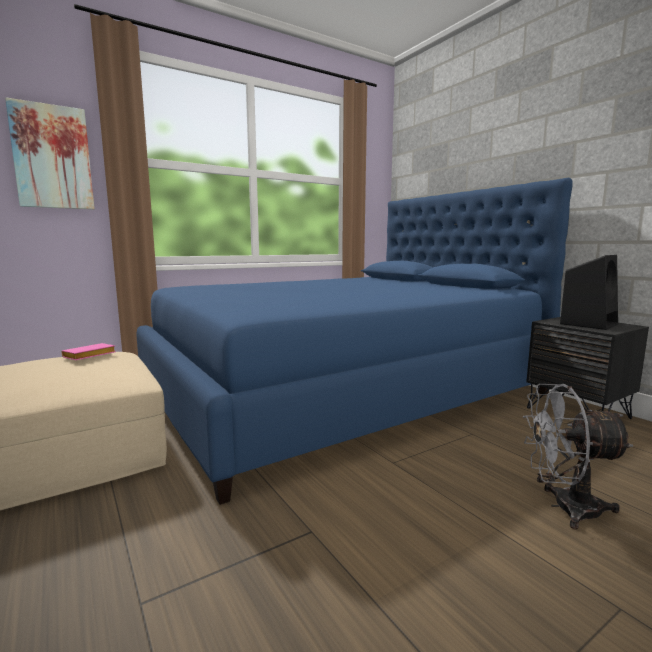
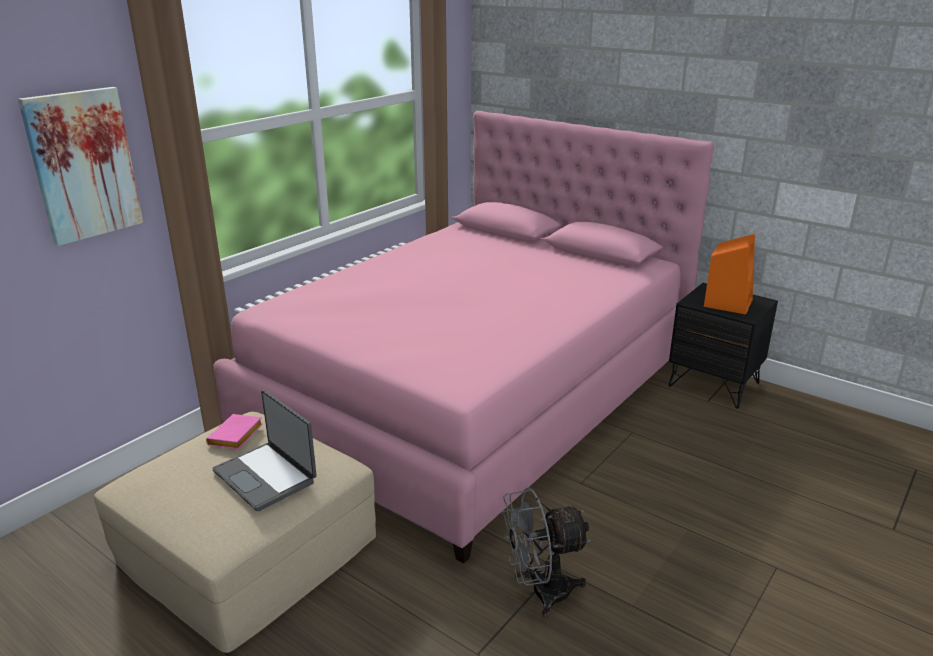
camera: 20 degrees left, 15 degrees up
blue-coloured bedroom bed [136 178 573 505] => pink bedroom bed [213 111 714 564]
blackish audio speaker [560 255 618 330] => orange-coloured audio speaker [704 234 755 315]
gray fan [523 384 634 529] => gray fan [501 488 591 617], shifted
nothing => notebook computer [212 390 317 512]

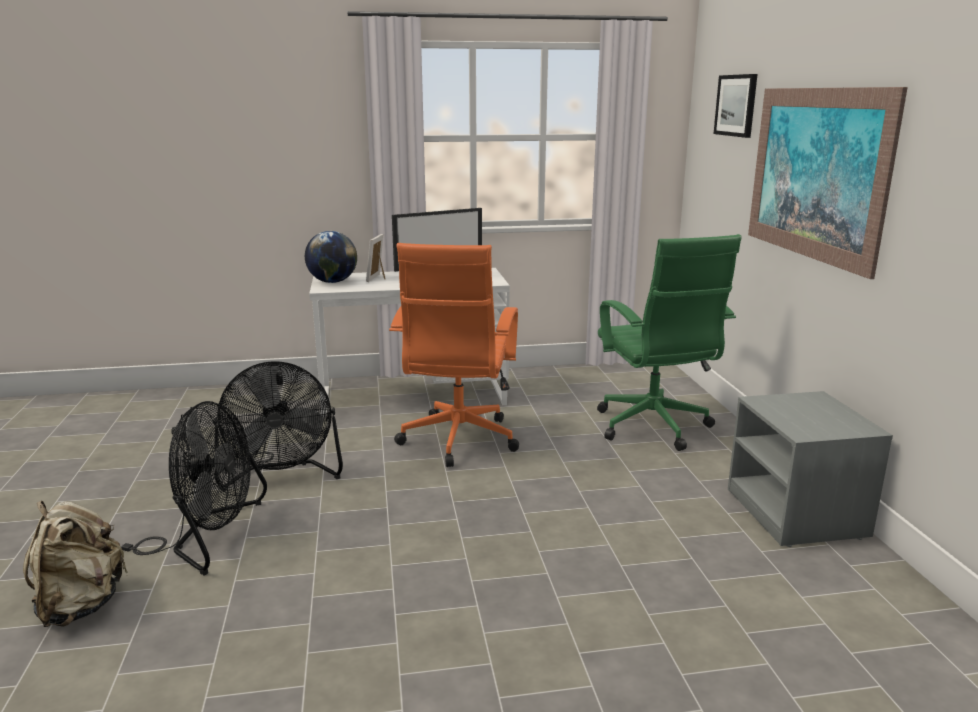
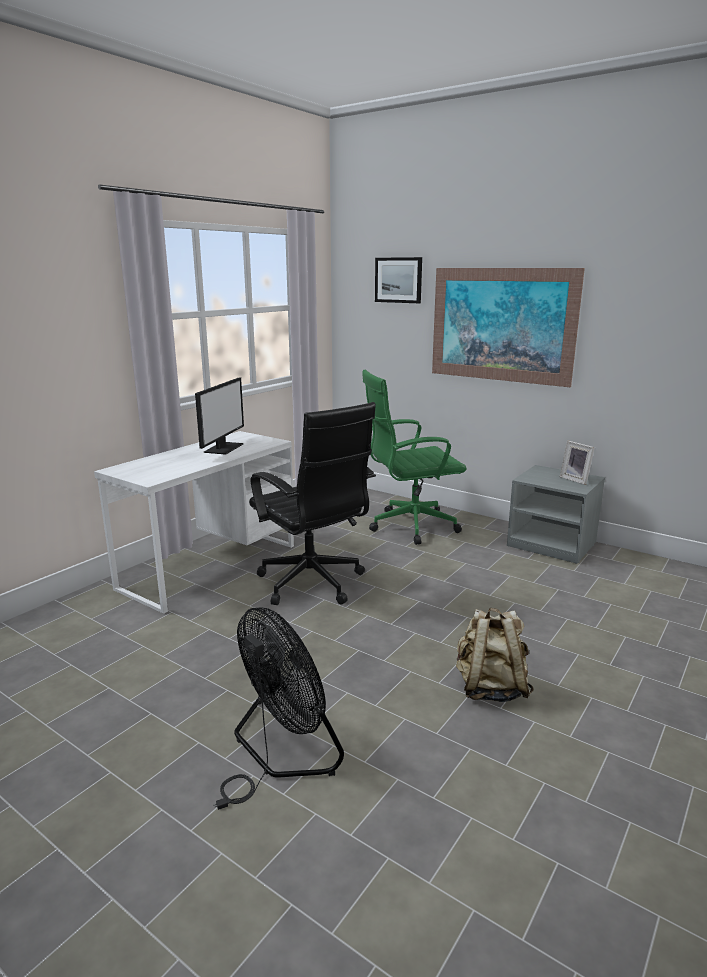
camera: 45 degrees left, 0 degrees up
globe [305 231 357 283] => nothing
standing frame [366 234 385 282] => standing frame [559 441 595 485], shifted
greenish computer chair [597 234 742 451] => greenish computer chair [362 370 467 545], 135 degrees clockwise
orange-coloured computer chair [389 243 519 467] => blackish computer chair [249 402 376 605]
blackish fan [214 361 343 492] => nothing
beige backpack [23 501 128 627] => beige backpack [456 608 534 702], shifted

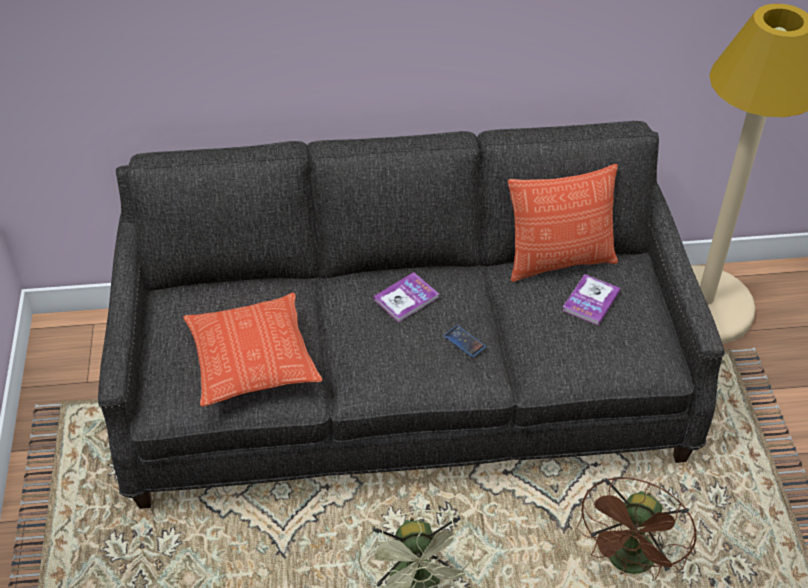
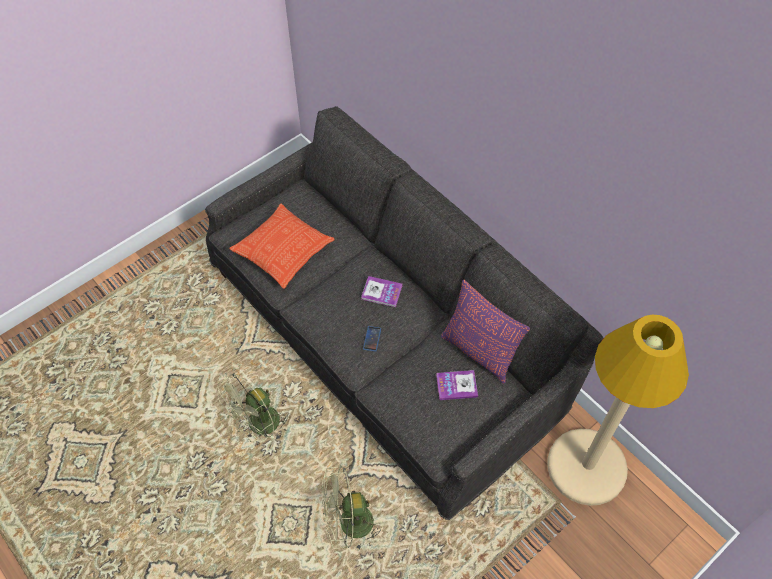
camera: 55 degrees right, 10 degrees up
orange-coloured throw pillow [508 164 618 282] => purple-coloured throw pillow [441 280 530 384]
brown fan [577 477 697 581] => greenish fan [322 466 381 550]

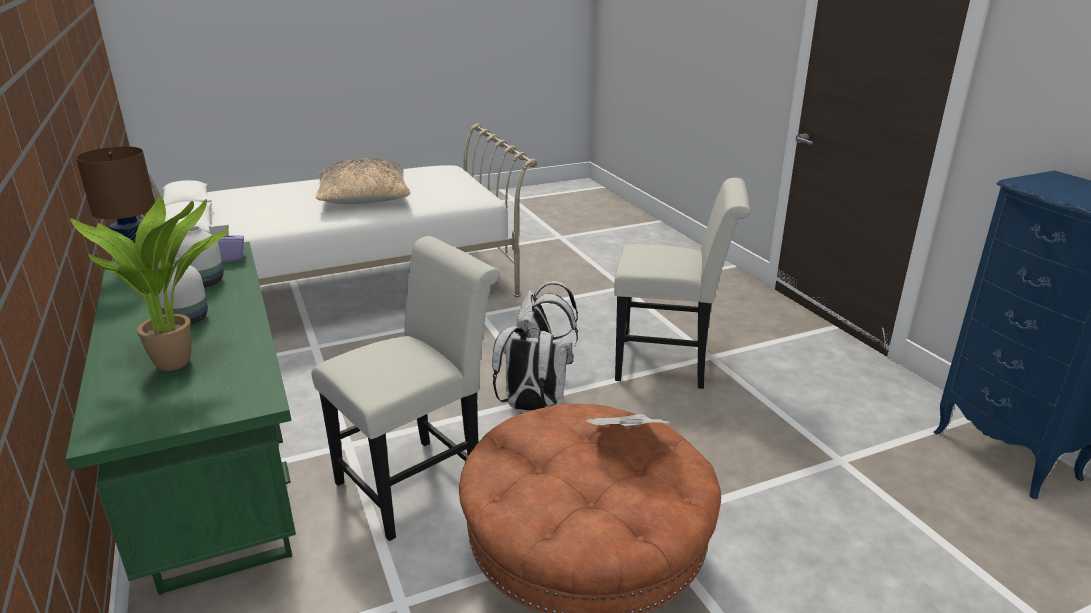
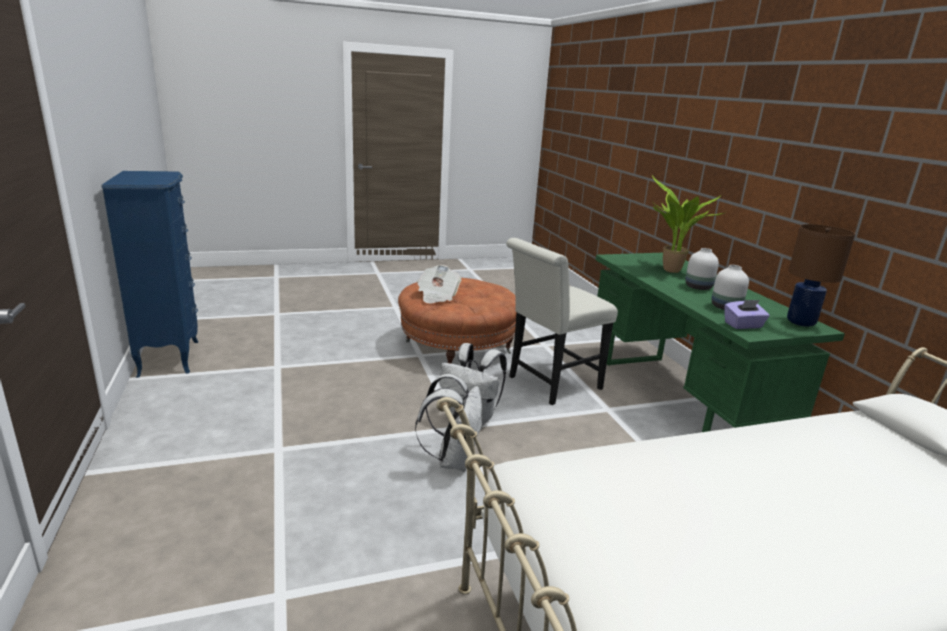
camera: 175 degrees left, 5 degrees down
beige throw pillow [315 158 411 204] => nothing
white-coloured chair [614 178 750 389] => nothing

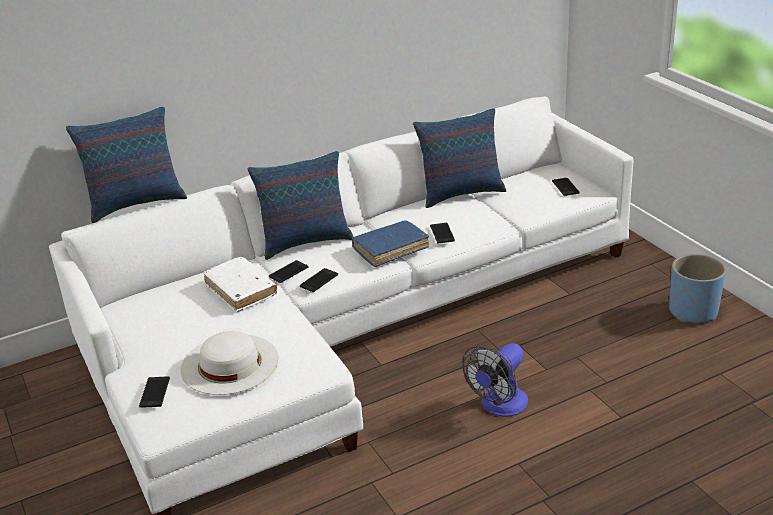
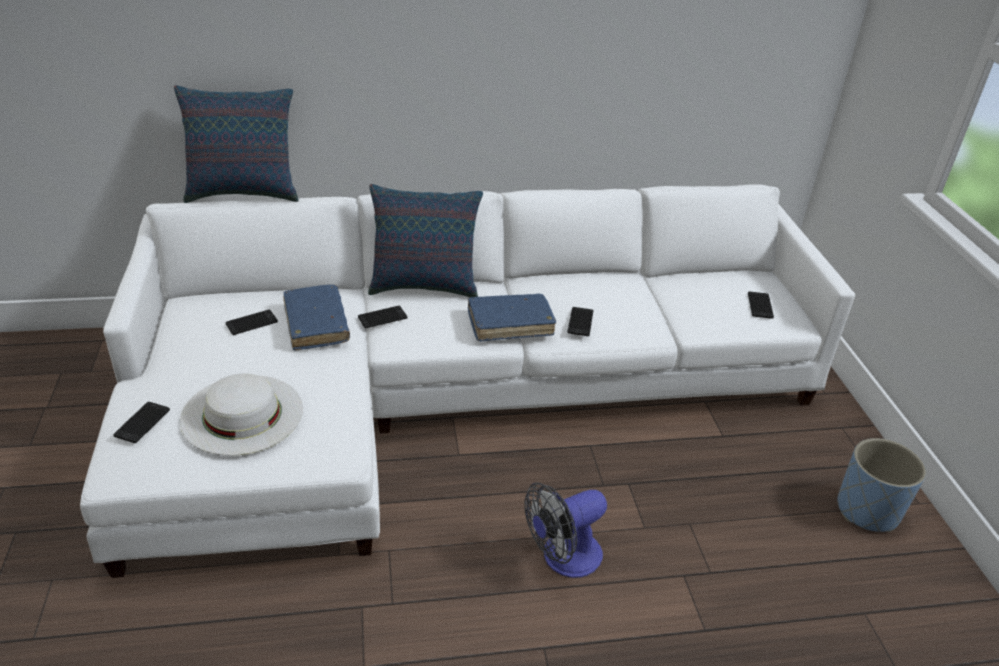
camera: 15 degrees right, 5 degrees up
blue-coloured throw pillow [413 108 506 208] => nothing
white-coloured volume [204 257 277 312] => blue-coloured volume [283 285 350 351]
handset [300 268 338 292] => handset [225 310 278 335], shifted

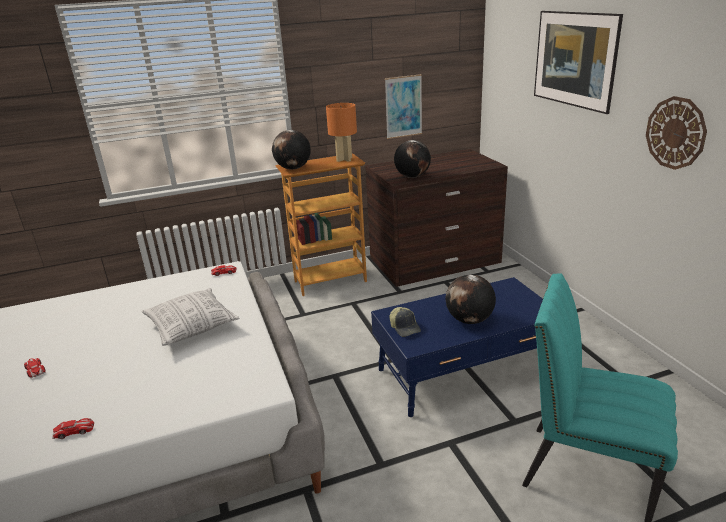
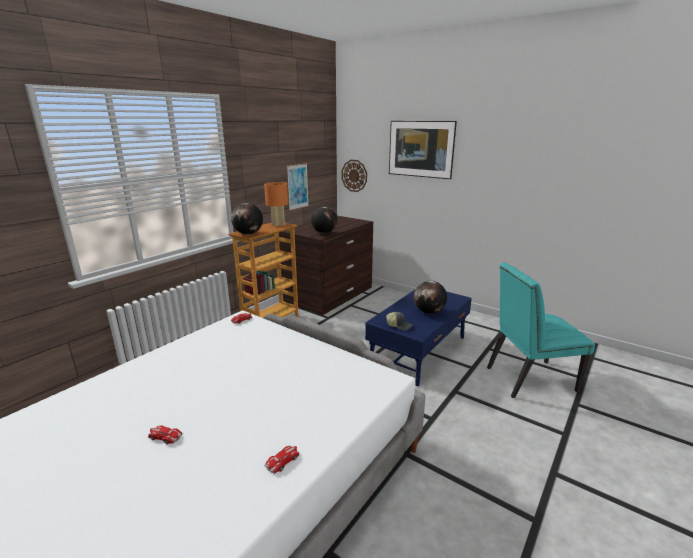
camera: 35 degrees left, 5 degrees down
wall clock [646 96 707 170] => wall clock [341 160 367 192], shifted
throw pillow [142 288 239 346] => nothing

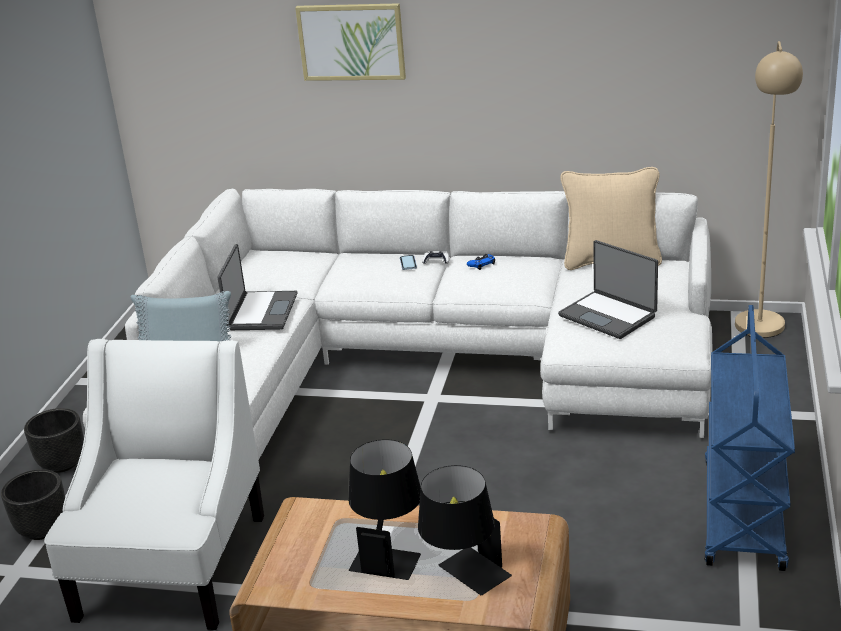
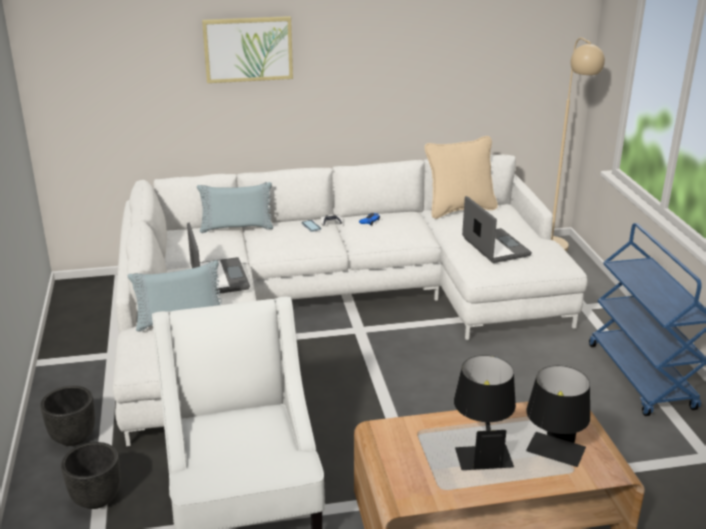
camera: 25 degrees left, 0 degrees up
notebook computer [558 240 658 339] => notebook computer [462 196 532 263], 135 degrees counterclockwise
nothing => blue-coloured throw pillow [197 182 273 233]

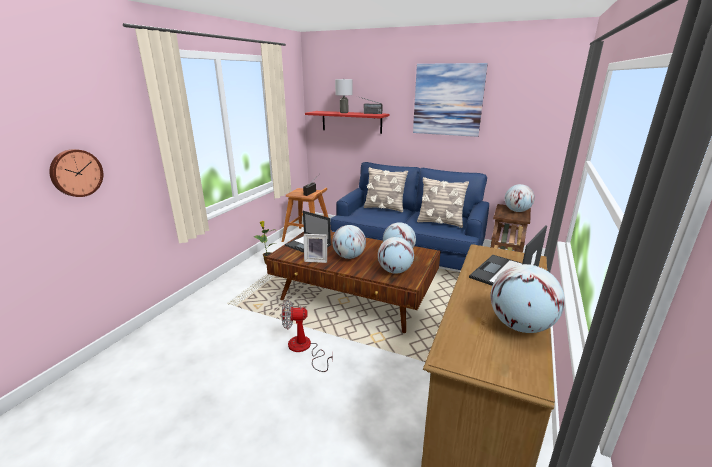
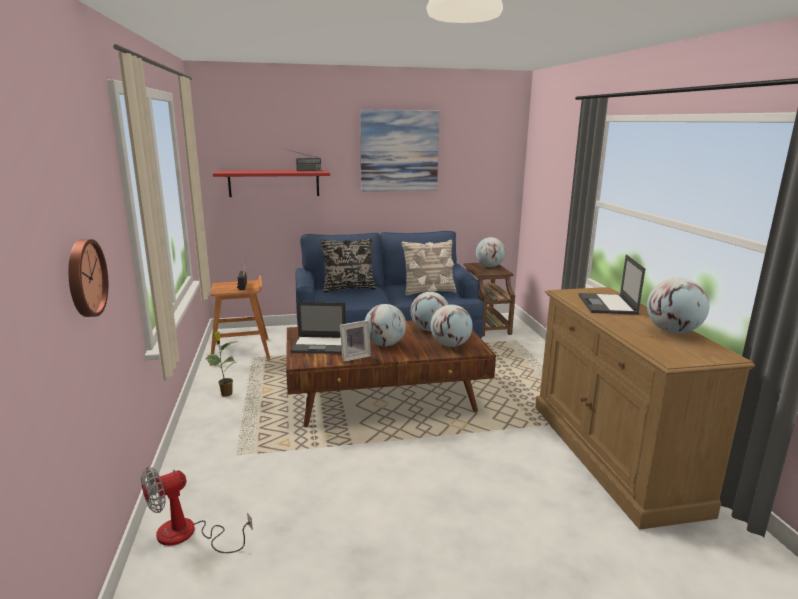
camera: 35 degrees left, 5 degrees down
white-coloured table lamp [335 79 352 113] => nothing
beige throw pillow [364 167 408 213] => blackish throw pillow [320 238 376 293]
fan [282 300 333 372] => fan [141 467 253 553], shifted

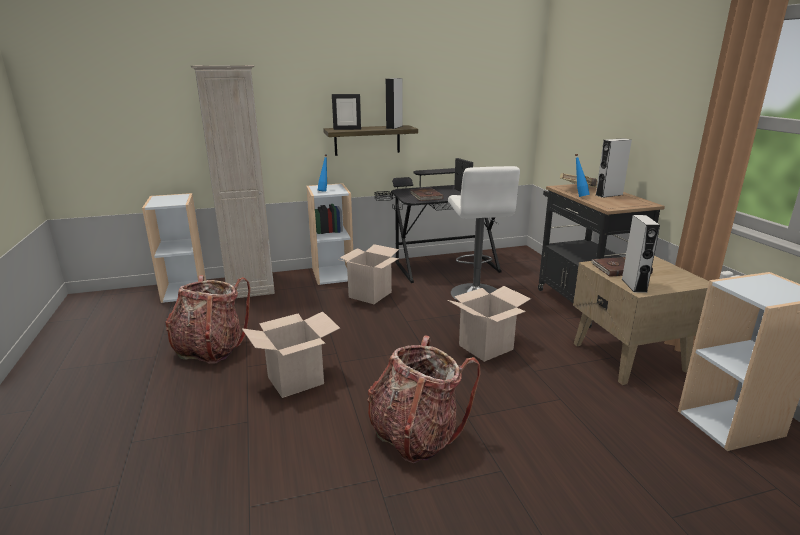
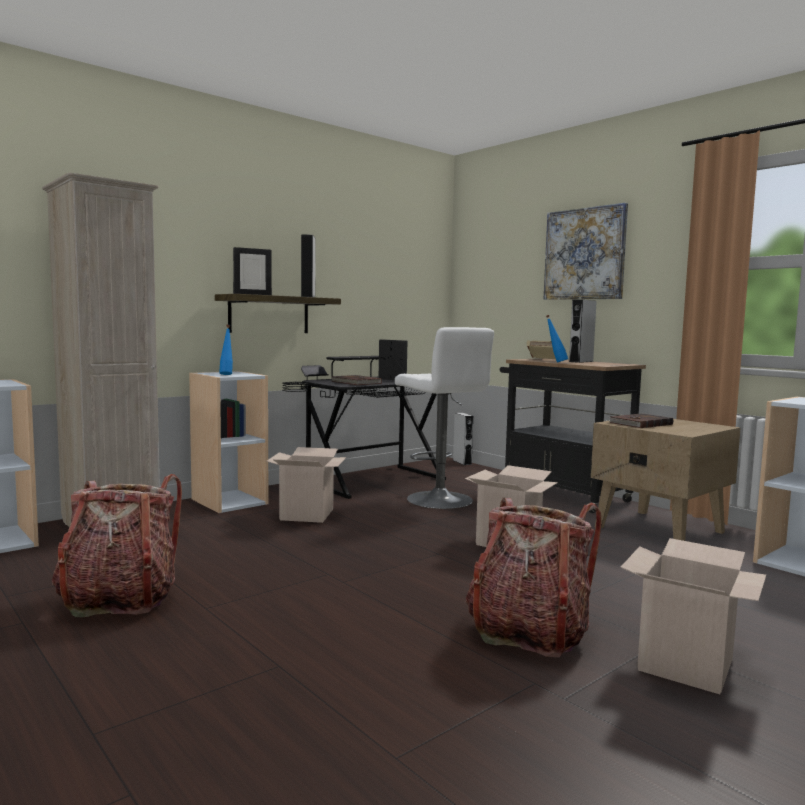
camera: 25 degrees left, 15 degrees down
gray audio speaker [622 215 660 293] => gray audio speaker [453 413 473 465], shifted
packing box [242 312 340 398] => packing box [620 538 766 694], shifted
nothing => wall picture [544 203 628 300]

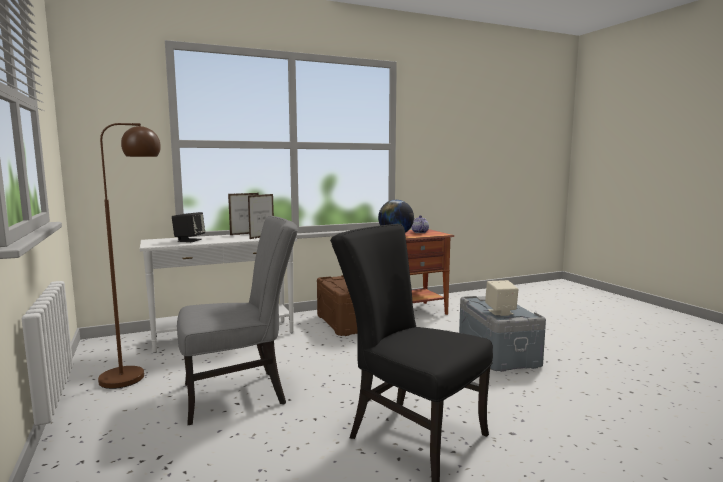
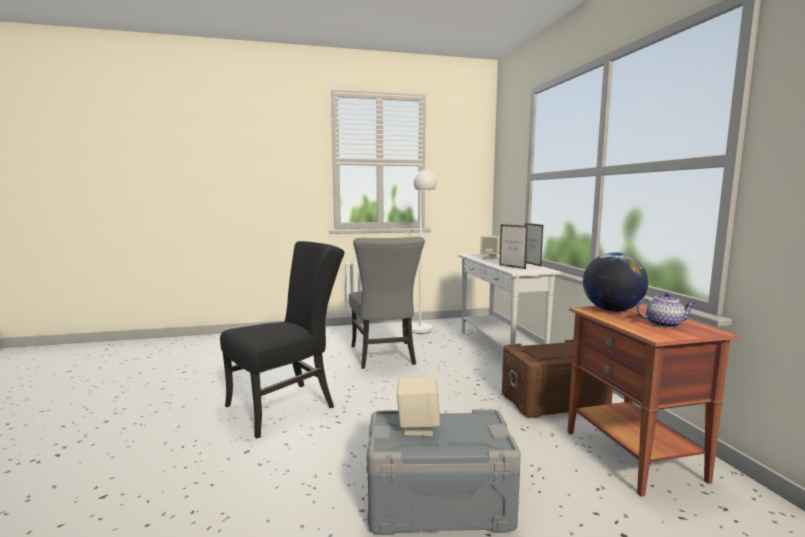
camera: 100 degrees right, 0 degrees up
brown standing lamp [98 123 161 389] => white-coloured standing lamp [412 168 437 334]
blackish audio speaker [172 212 205 242] => beige audio speaker [480 235 500 259]

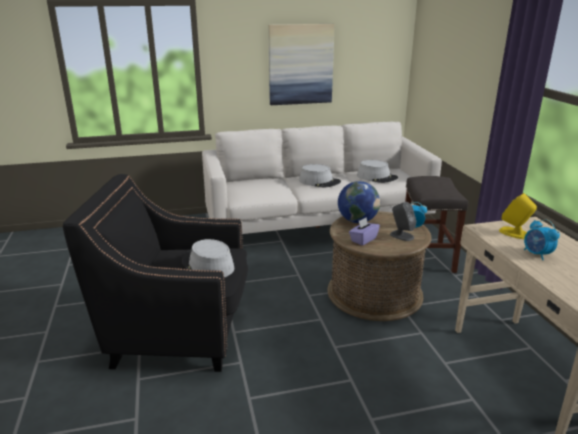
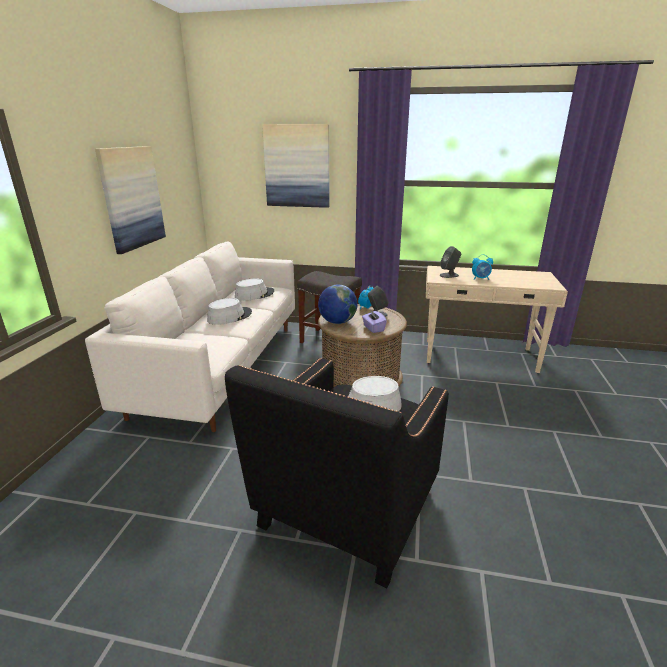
camera: 65 degrees left, 0 degrees up
yellow audio speaker [499 193 537 239] => gray audio speaker [440 246 461 278]
nothing => wall picture [262 124 329 208]

